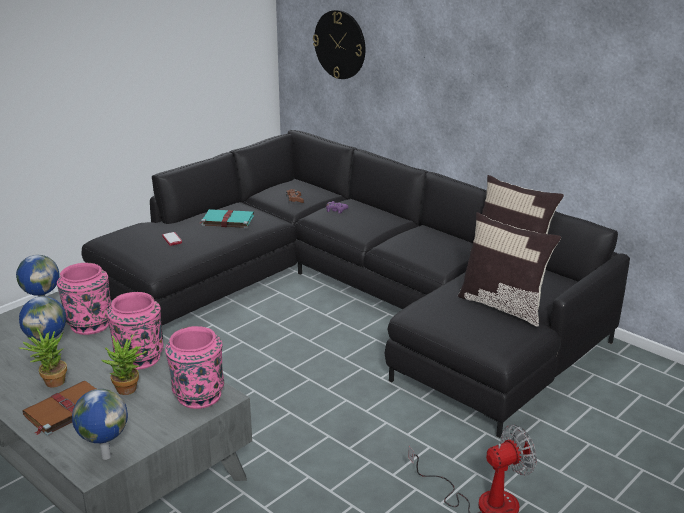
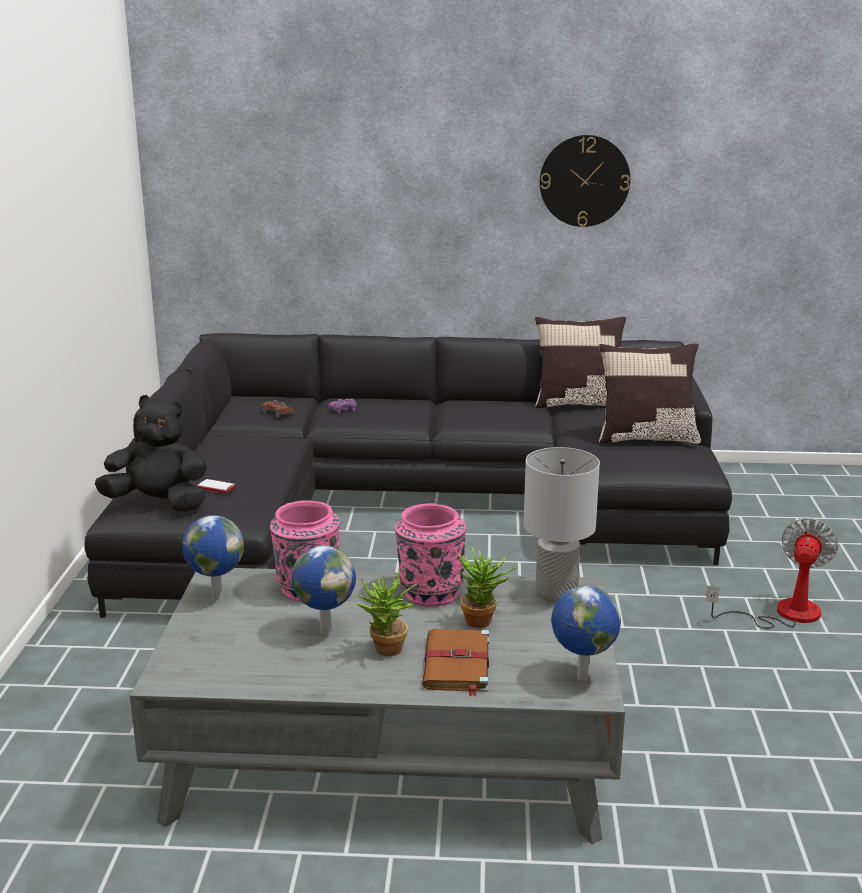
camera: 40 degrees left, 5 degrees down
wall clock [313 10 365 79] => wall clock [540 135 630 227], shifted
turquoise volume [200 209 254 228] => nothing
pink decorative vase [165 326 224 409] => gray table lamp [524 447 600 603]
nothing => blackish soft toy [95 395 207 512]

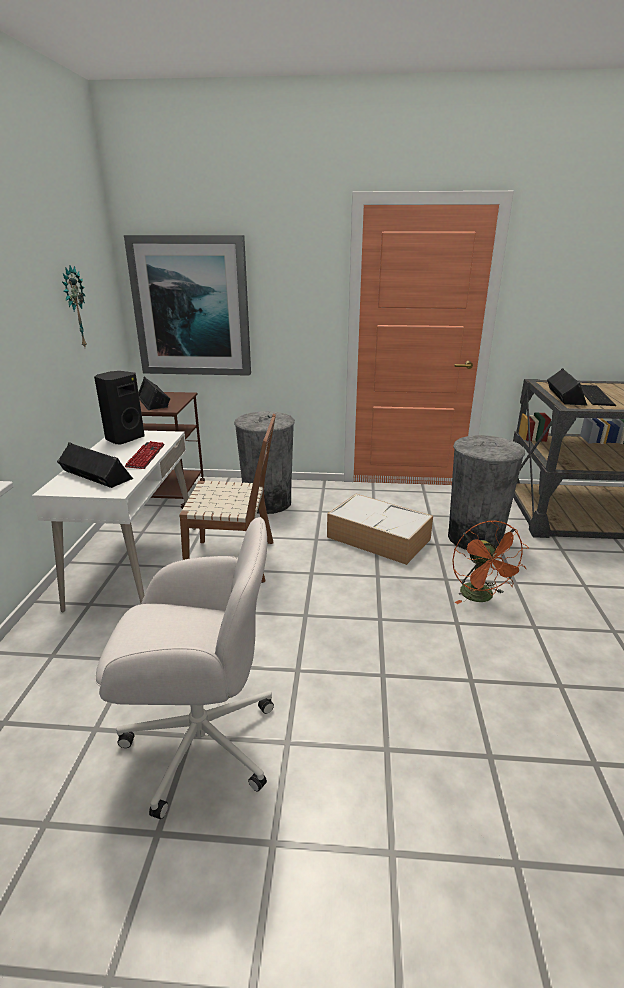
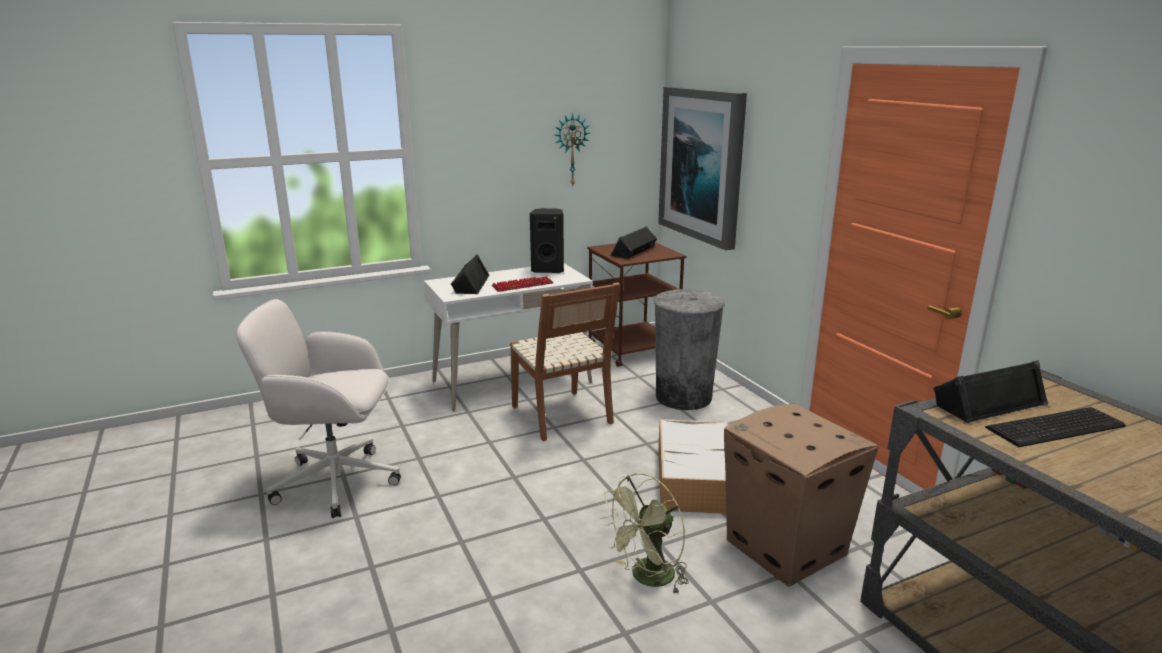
camera: 60 degrees right, 5 degrees down
gray rubbish bin [448 435 525 550] => packing box [724 404 879 586]
white-coloured computer chair [95 517 274 819] => white-coloured computer chair [236 299 401 518], 120 degrees clockwise
orange-coloured fan [452 520 529 604] => greenish fan [600 473 689 594]

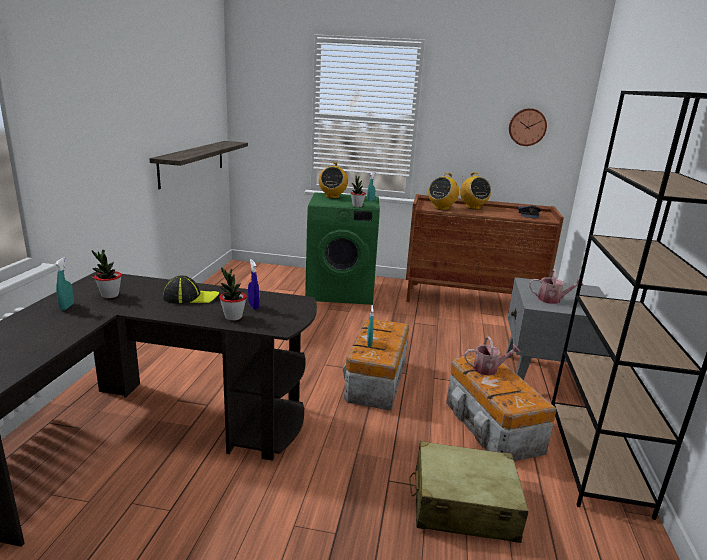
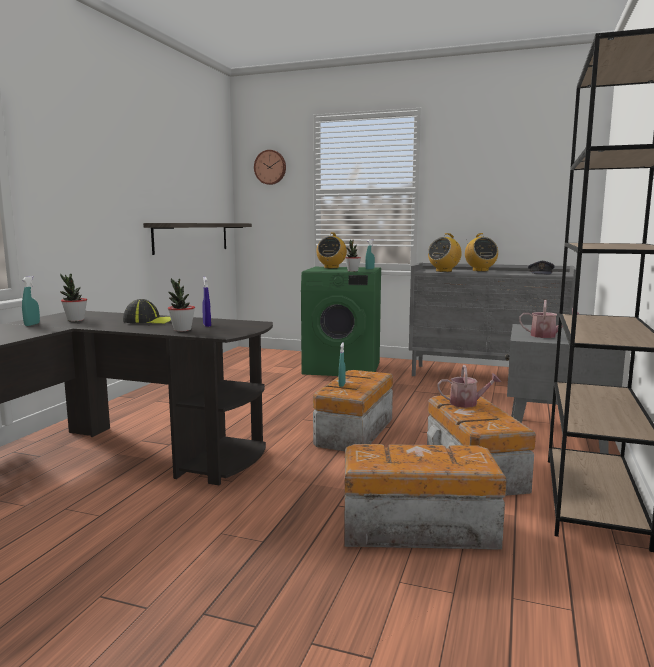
camera: 10 degrees right, 10 degrees down
wall clock [509 108 547 146] => wall clock [254 150 286 185], shifted
brown storage cabinet [406 194 564 302] => gray storage cabinet [409 262 576 376]
beige suitcase [409 441 529 543] => storage box [344 444 507 550]

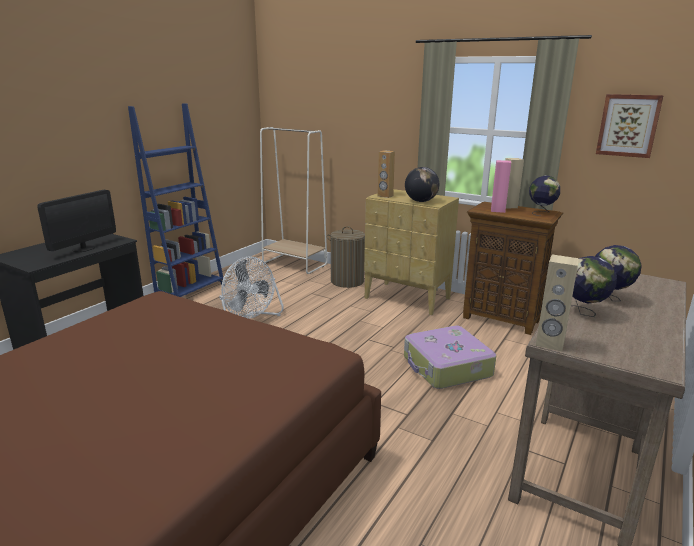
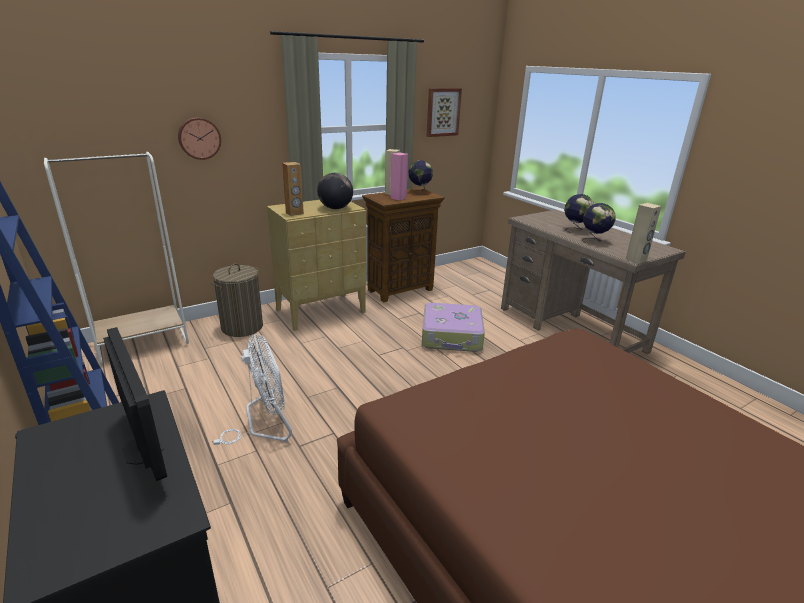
camera: 65 degrees left, 5 degrees up
nothing => wall clock [178 117 221 160]

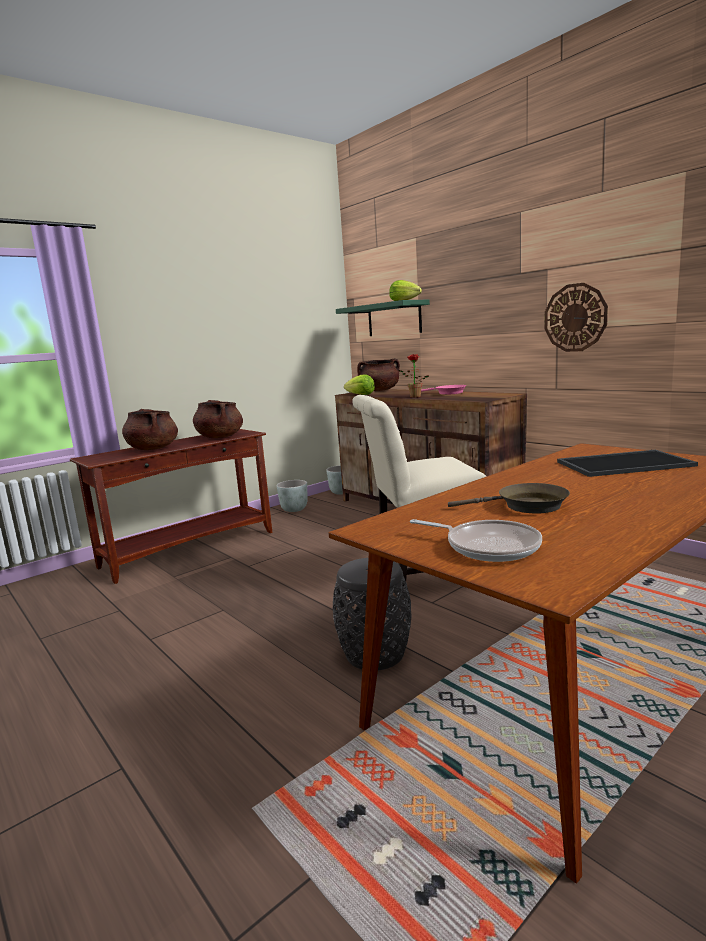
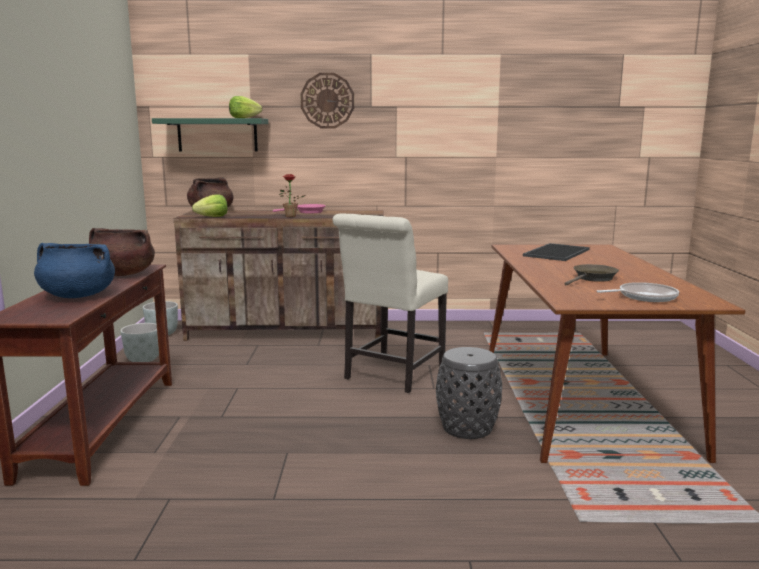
camera: 50 degrees left, 0 degrees up
wall clock [544 283 608 352] => wall clock [300 73 354 128], shifted
brown cooking pot [122 409 178 450] => blue-coloured cooking pot [34 243 115 298]

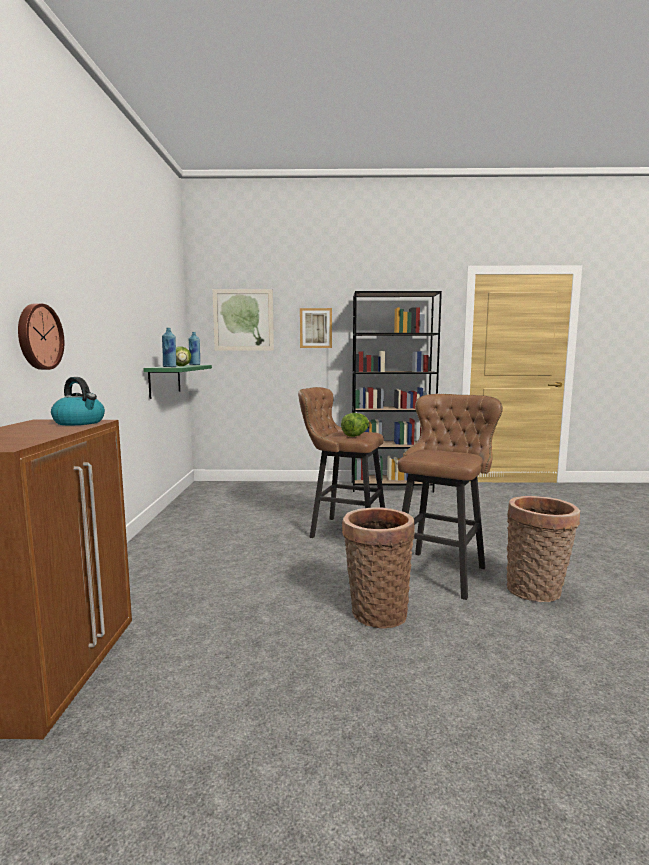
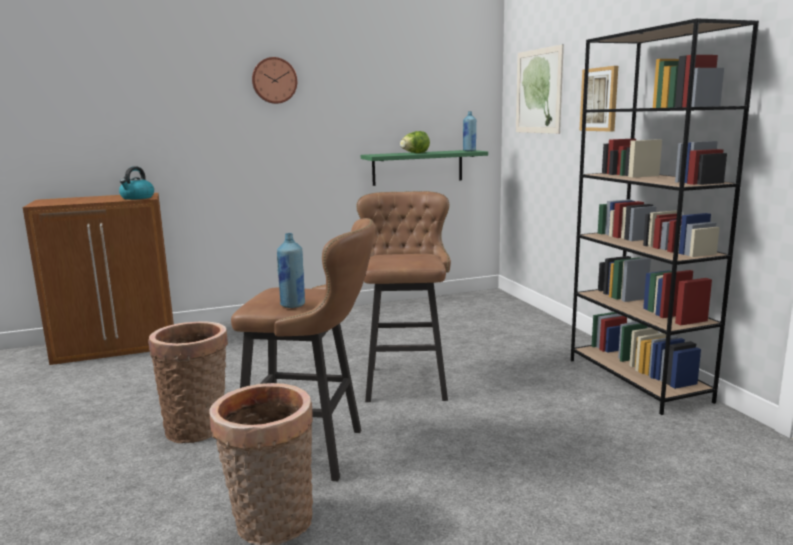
camera: 70 degrees right, 5 degrees up
wall clock [18 303 64 370] => wall clock [252 57 297 104], shifted
blue-coloured bottle [162 328 176 367] => blue-coloured bottle [277 233 305 308], shifted
lettuce [341 413 369 437] => nothing

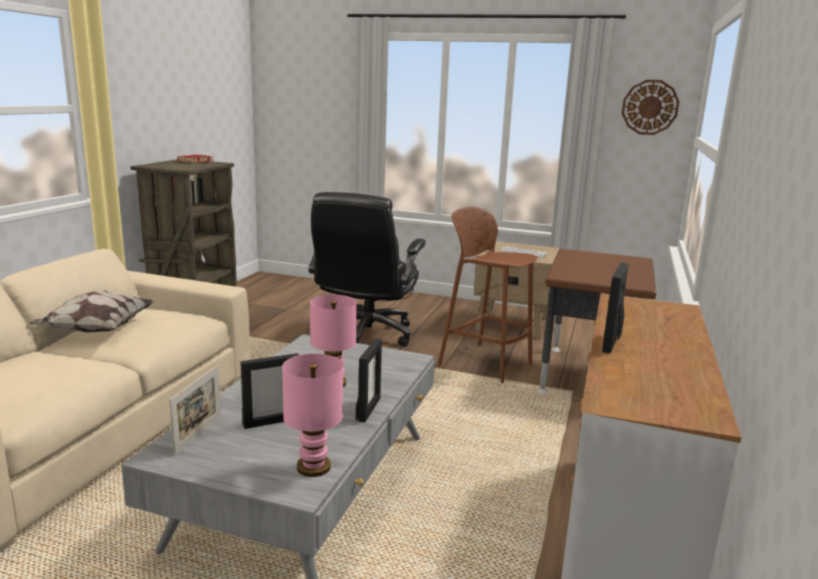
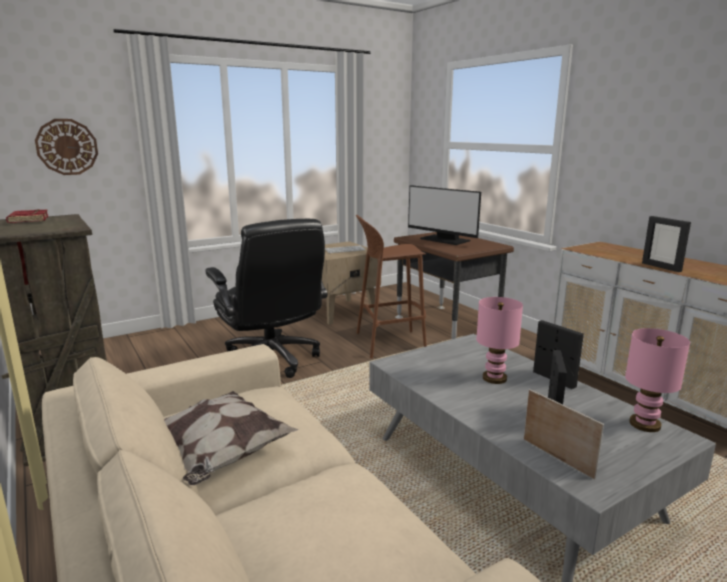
camera: 50 degrees left, 0 degrees up
wall clock [622 80 679 135] => wall clock [35 119 98 175], shifted
nothing => monitor [408 185 481 245]

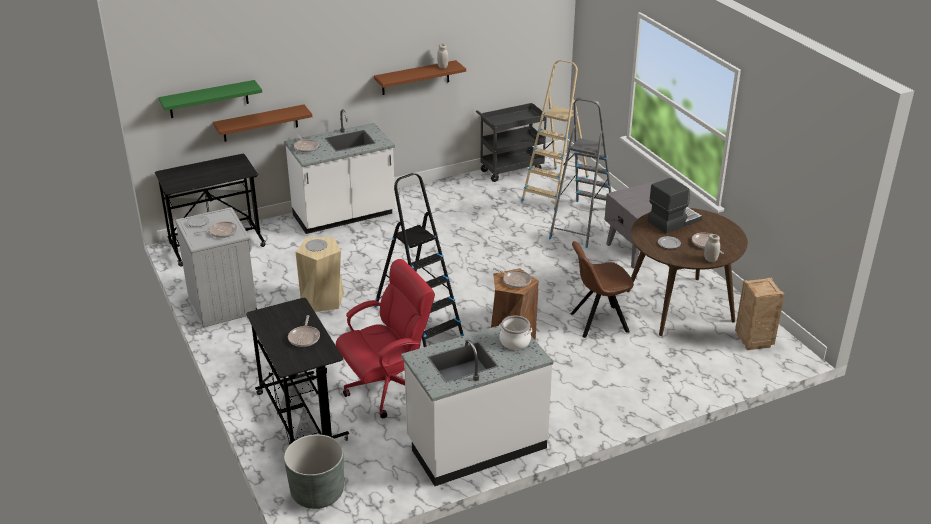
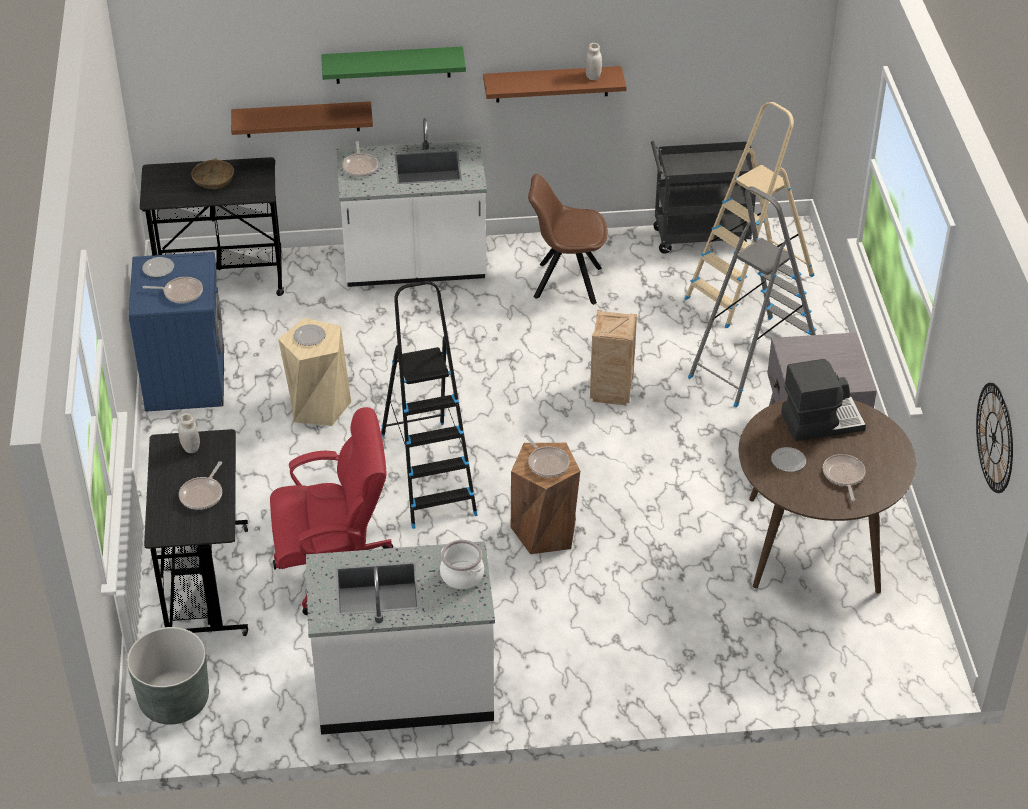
camera: 20 degrees right, 10 degrees up
greenish shelf [158 80 262 118] => greenish shelf [321 46 466 84], shifted
white-coloured washing machine [175 207 257 327] => blue-coloured washing machine [129 252 224 412]
white-coloured storage jar [704 234 720 262] => white-coloured storage jar [178 413 200 453], shifted
brown chair [570 241 634 338] => brown chair [528 174 608 305], shifted
shipping crate [735 277 784 350] => shipping crate [590 310 637 405], shifted
nothing => brown serving bowl [191 158 234 189]
nothing => wall clock [976 383 1013 493]

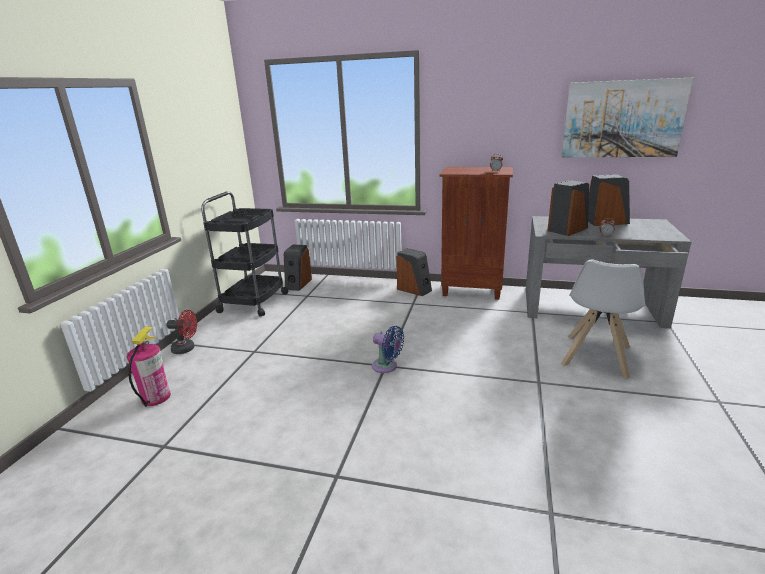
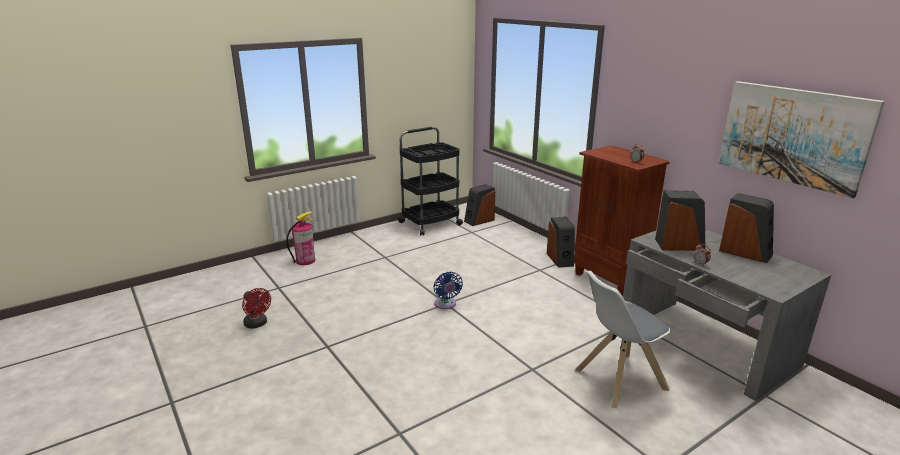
camera: 40 degrees right, 0 degrees up
red-coloured fan [167 310 197 354] => red-coloured fan [242 288 271 329], shifted

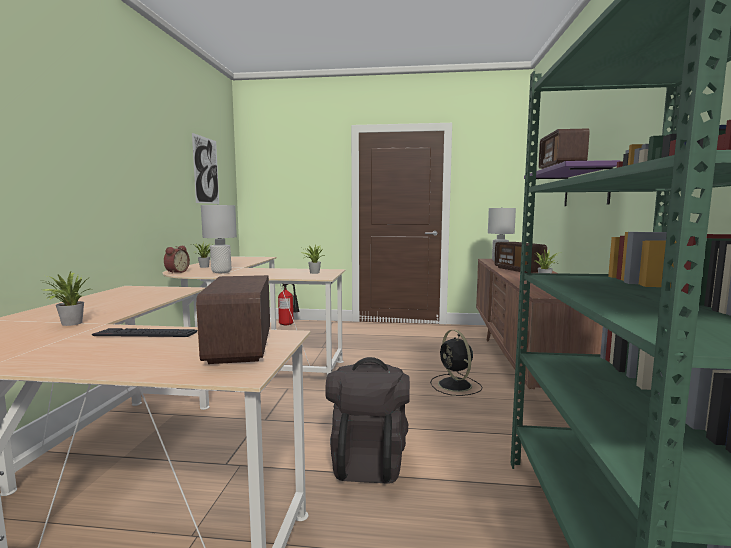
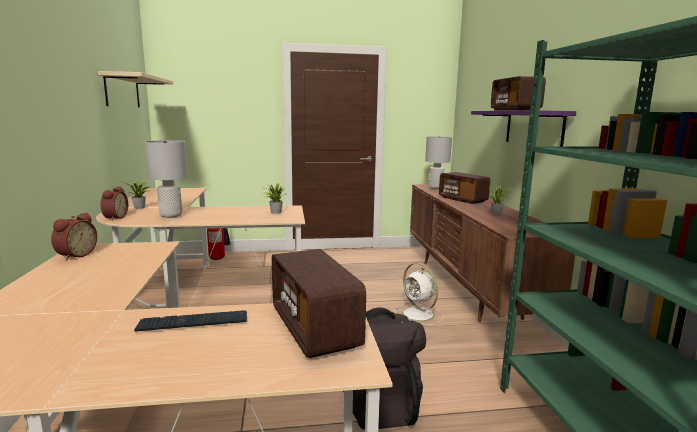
camera: 15 degrees left, 5 degrees up
wall picture [192 133 219 204] => beige shelf [98 71 173 107]
houseplant [37 272 89 326] => nothing
blackish fan [430 330 482 396] => white-coloured fan [395 263 444 326]
nothing => table clock [51 213 97 261]

